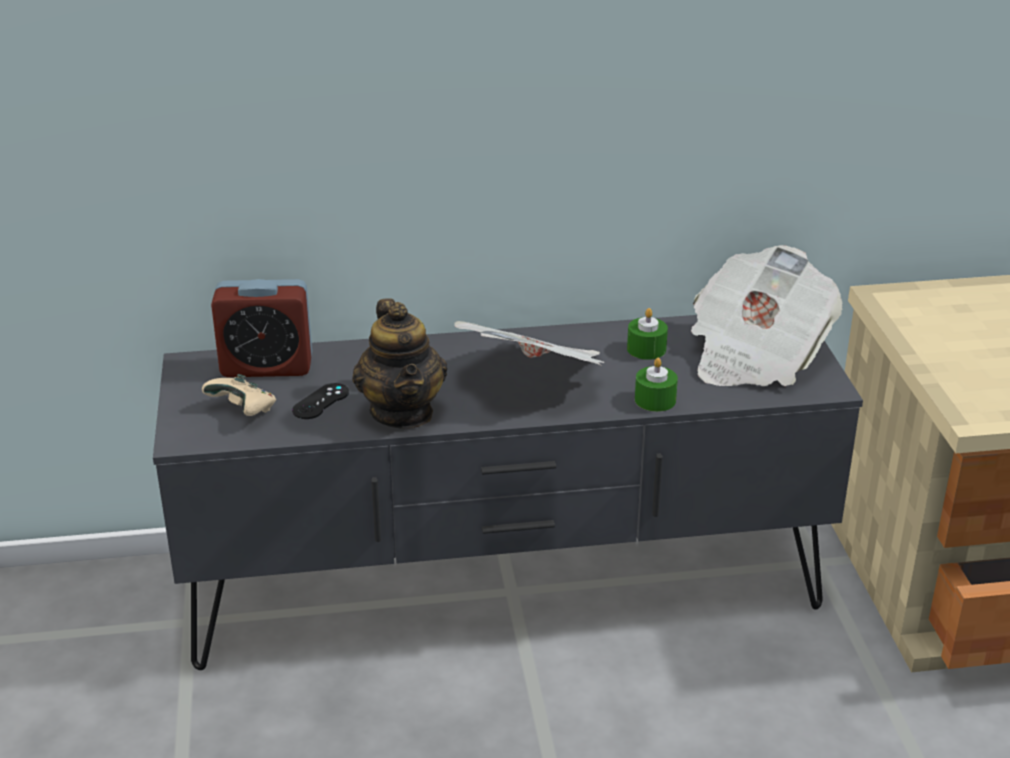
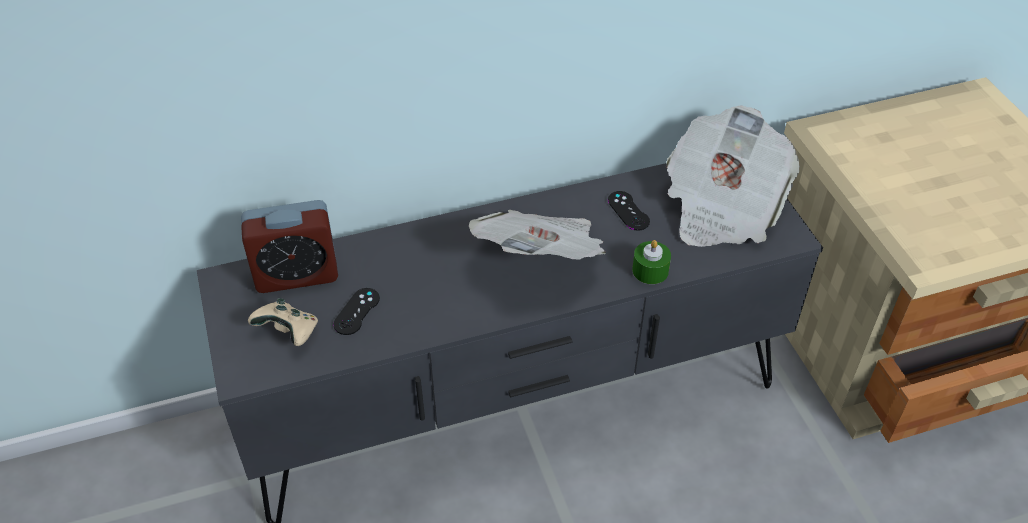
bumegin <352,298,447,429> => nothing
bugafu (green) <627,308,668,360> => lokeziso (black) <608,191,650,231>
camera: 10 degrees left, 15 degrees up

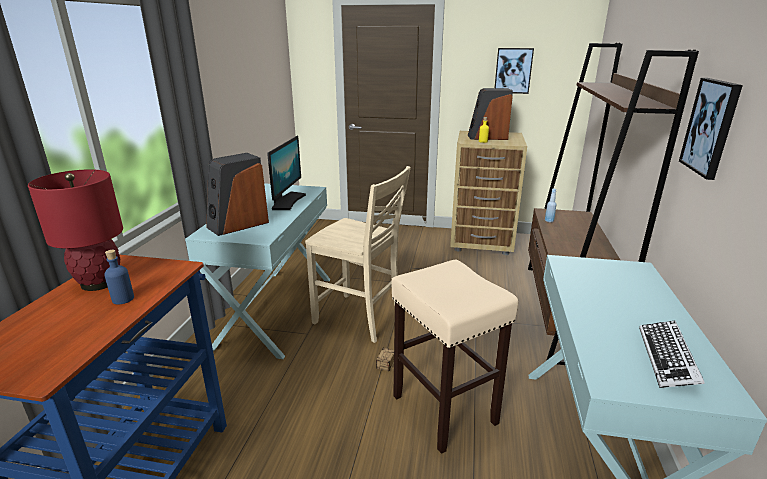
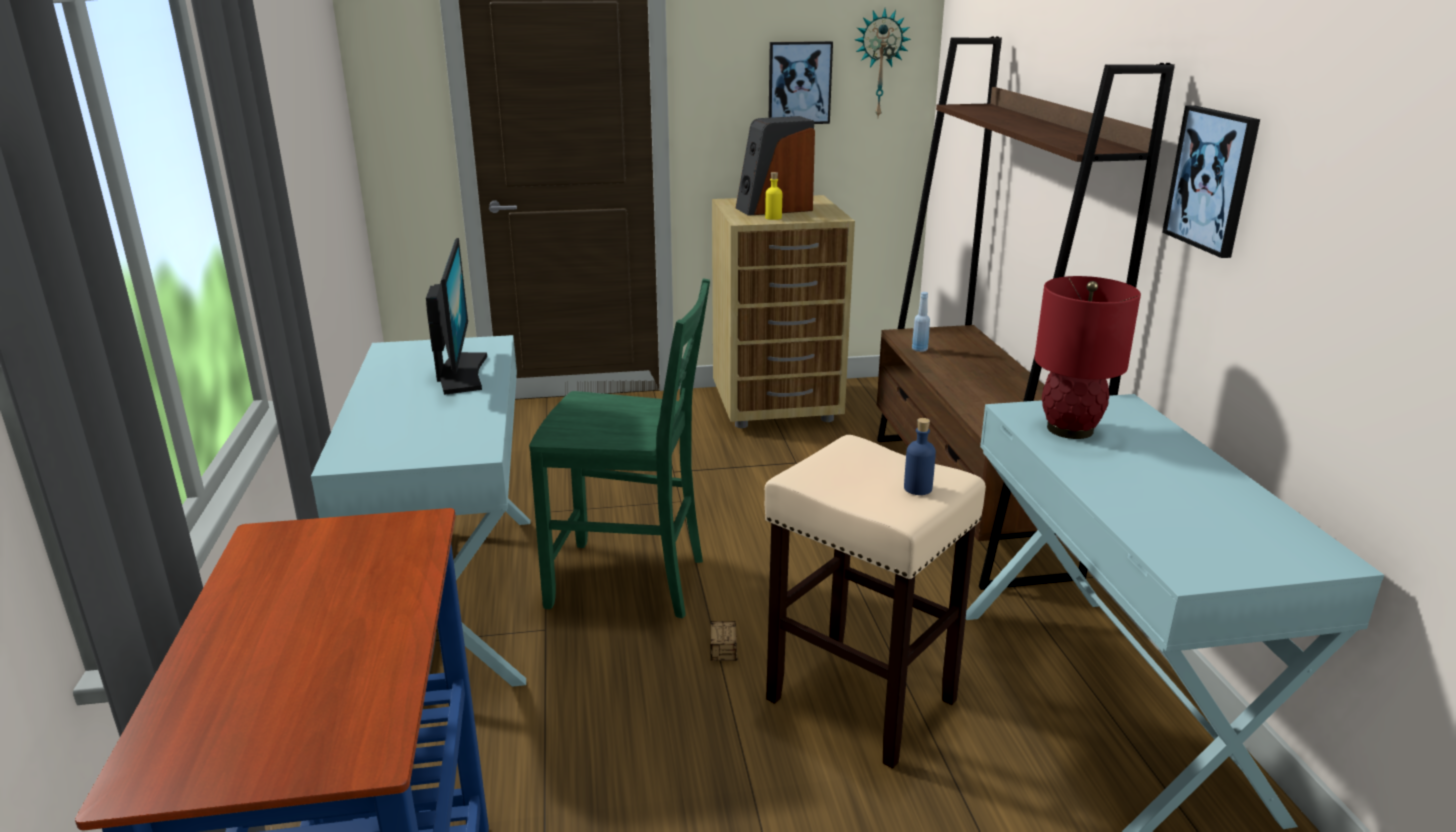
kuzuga <206,153,269,236> => nothing
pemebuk <639,321,705,388> => nothing
nothing => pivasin <855,8,911,117>
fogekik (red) <28,169,123,291> => fogekik (red) <1034,276,1141,439>, shifted
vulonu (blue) <104,250,134,304> => vulonu (blue) <904,418,936,495>, shifted
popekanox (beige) <305,166,411,343> => popekanox (green) <529,279,710,618>
camera: 20 degrees left, 0 degrees up

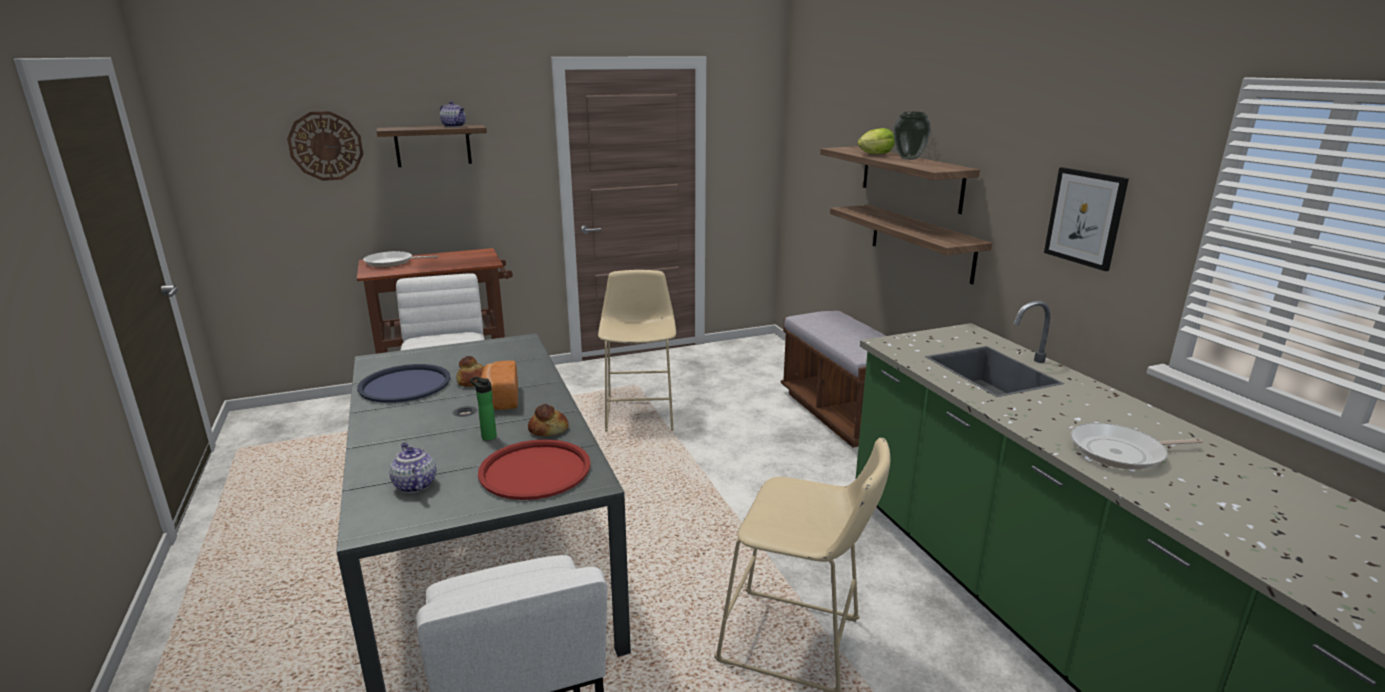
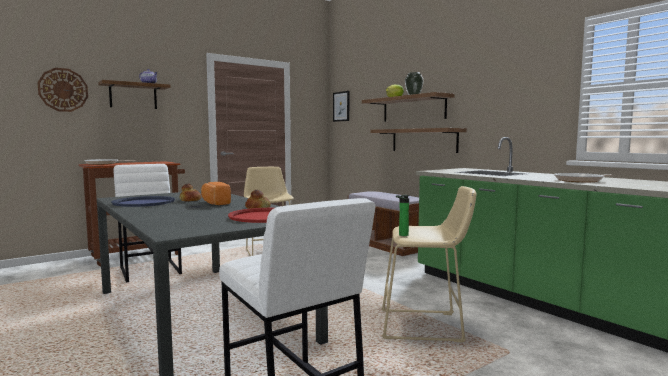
bumegin <389,443,436,493> => nothing
vulonu <470,377,497,441> => vulonu <396,195,410,236>, shifted
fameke <1044,167,1129,271> => fameke <333,91,349,122>, shifted
camera: 15 degrees left, 15 degrees down

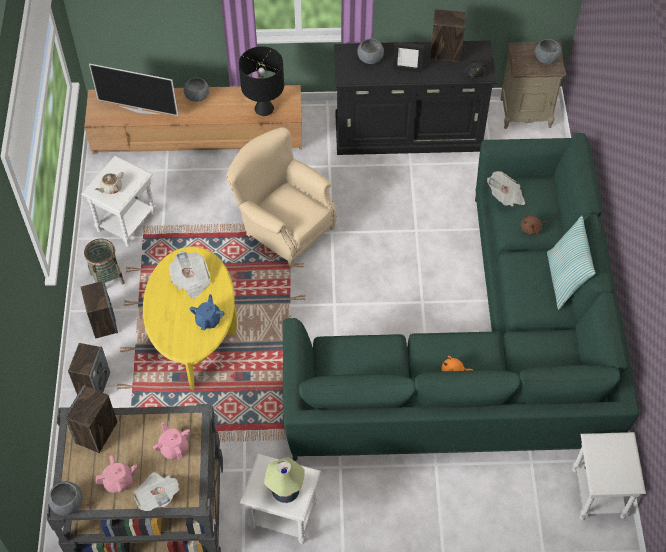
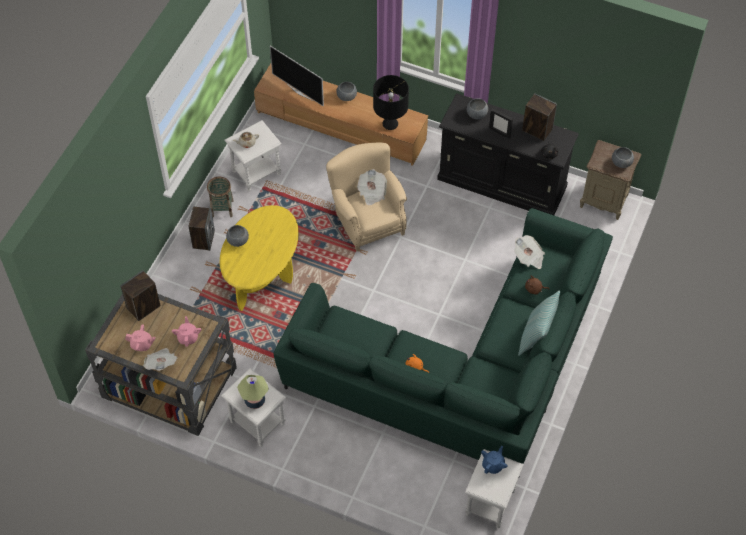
kuzuga <68,343,110,395> => nothing
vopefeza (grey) <48,481,83,516> => vopefeza (grey) <226,225,249,247>, shifted
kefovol <169,251,211,299> => kefovol <357,169,387,205>, shifted
bumegin (blue) <190,294,225,330> => bumegin (blue) <481,446,508,474>, shifted
camera: 25 degrees right, 0 degrees up

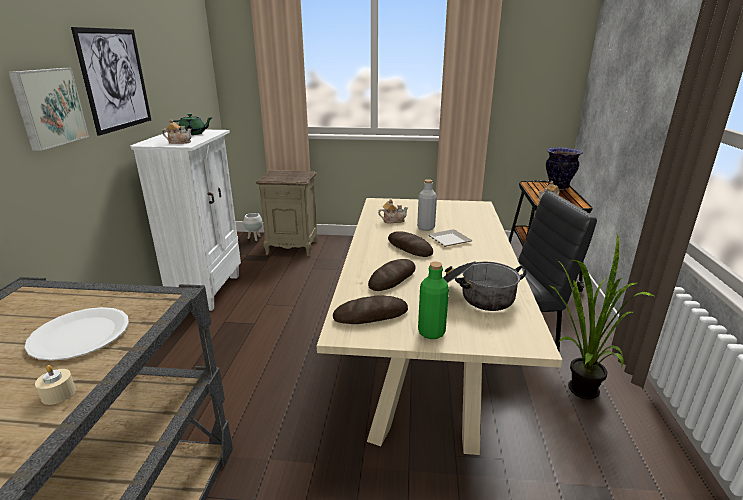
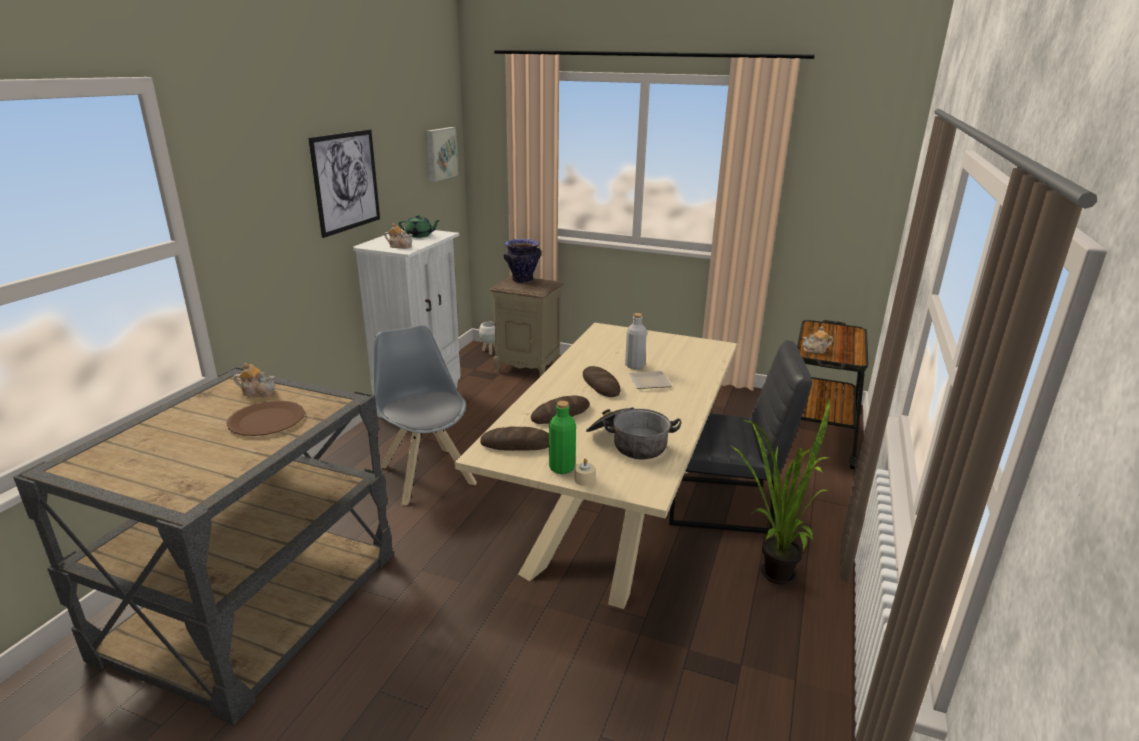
nothing => popekanox (grey) <374,325,477,506>
fameke <8,68,89,151> => fameke <426,127,458,182>, shifted
bugafu (beige) <35,365,76,405> => bugafu (beige) <575,458,596,486>, shifted
bumegin <378,199,408,223> => bumegin <234,363,275,397>, shifted
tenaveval <546,147,583,190> => tenaveval <504,239,541,283>, shifted
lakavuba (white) <25,307,129,361> => lakavuba (brown) <226,400,305,436>
camera: 15 degrees right, 0 degrees up

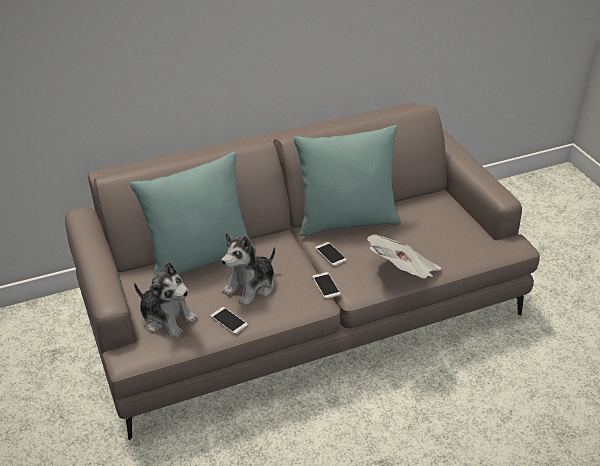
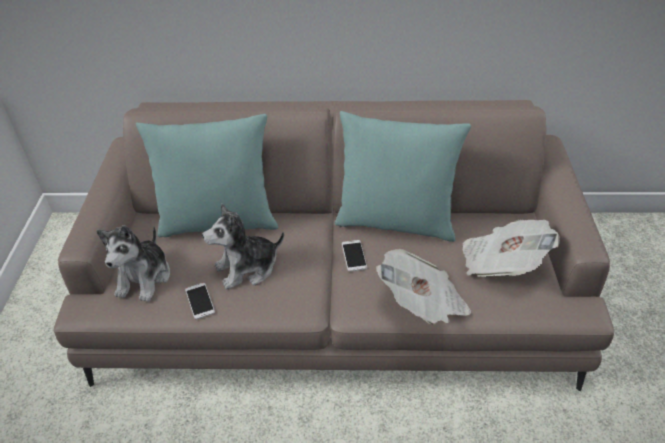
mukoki <312,272,341,299> => nothing
nothing => kefovol <462,220,560,277>
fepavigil <134,262,198,338> => fepavigil <96,225,170,302>, 45 degrees clockwise
camera: 25 degrees right, 5 degrees up

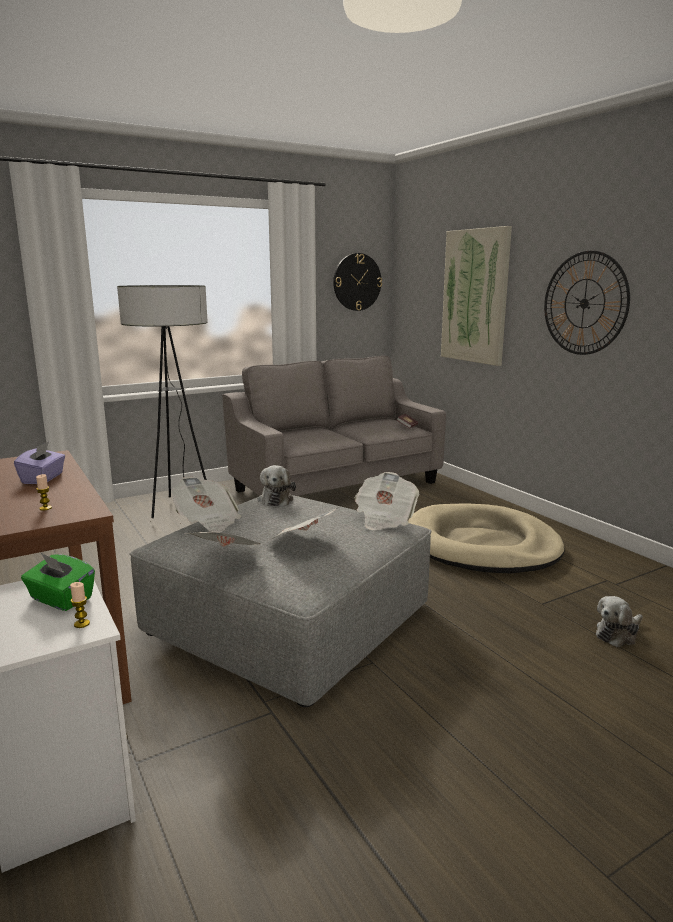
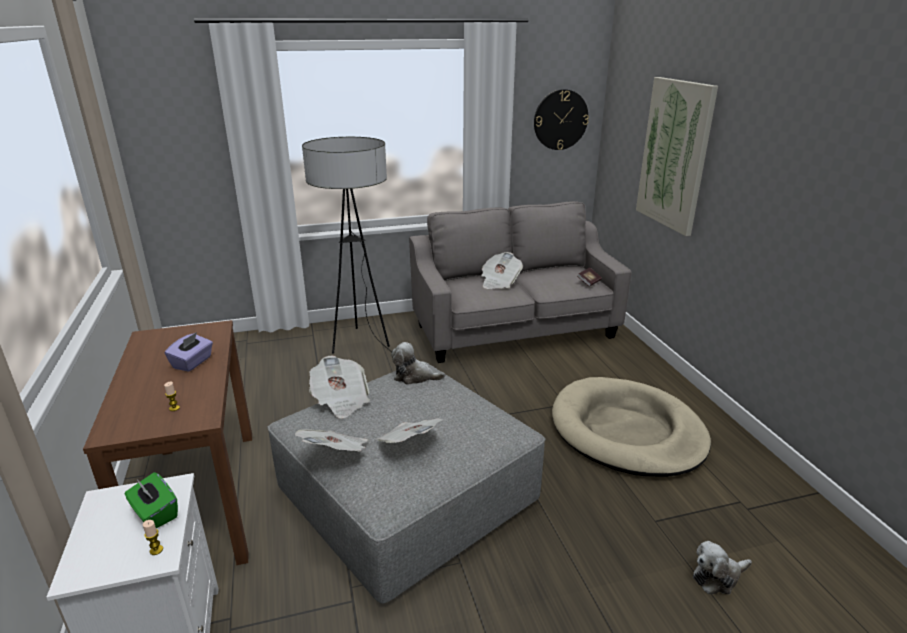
pivasin <544,251,630,355> => nothing
kefovol <355,472,420,530> => kefovol <481,252,523,289>, shifted
fepavigil <258,465,296,506> => fepavigil <391,342,445,385>, 90 degrees clockwise
camera: 15 degrees right, 10 degrees up

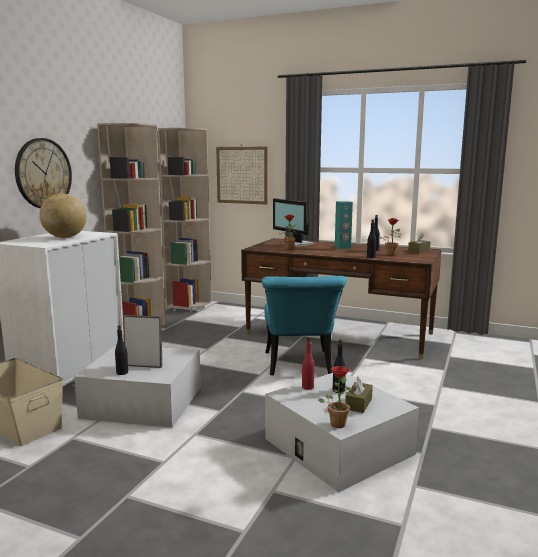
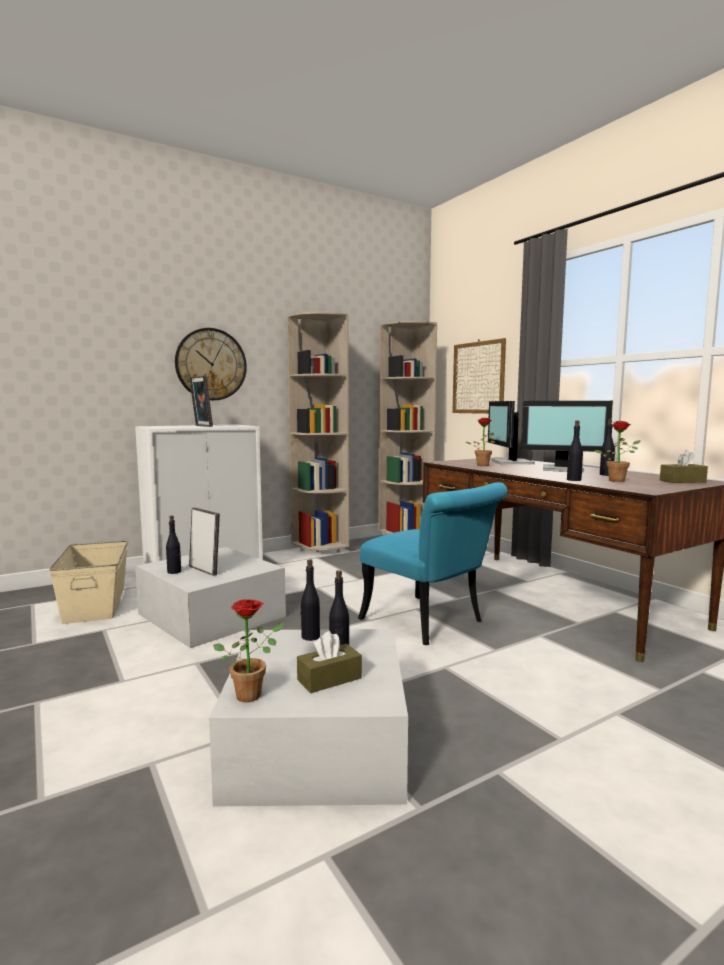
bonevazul <39,194,87,238> => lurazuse <189,376,213,427>
kuzuga (turquoise) <335,201,353,249> => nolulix <521,401,613,472>
vulonu (red) <302,337,314,390> => vulonu (black) <300,559,320,641>
popekanox (turquoise) <262,276,347,376> => popekanox (turquoise) <358,482,507,645>, 75 degrees counterclockwise
camera: 35 degrees right, 5 degrees down

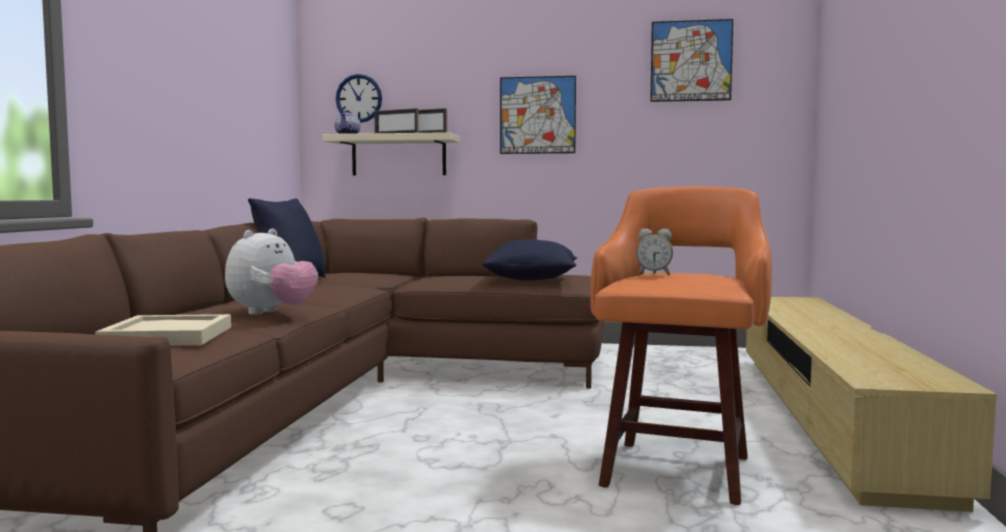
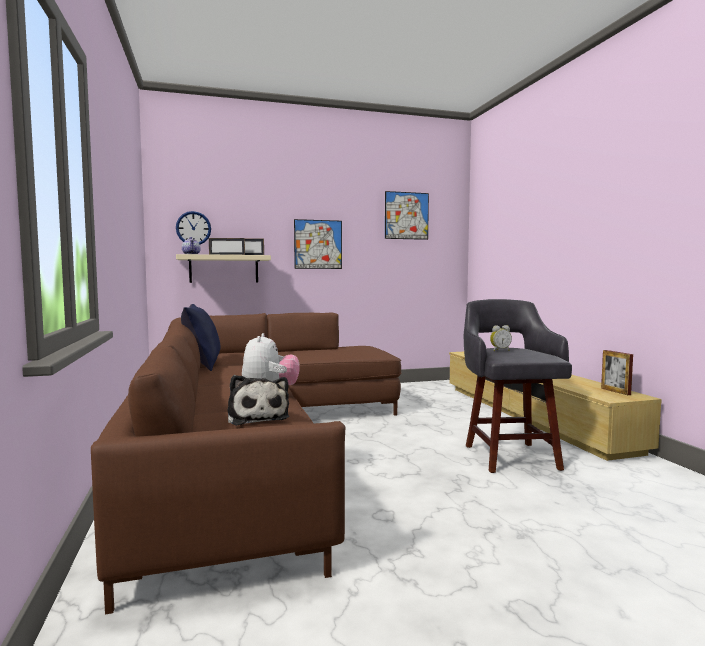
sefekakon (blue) <483,239,577,281> => nothing
nothing => lurazuse <601,350,633,395>
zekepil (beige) <95,314,231,346> => fepavigil <227,375,289,426>
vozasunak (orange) <590,186,772,505> => vozasunak (grey) <464,299,572,473>
camera: 25 degrees left, 0 degrees up

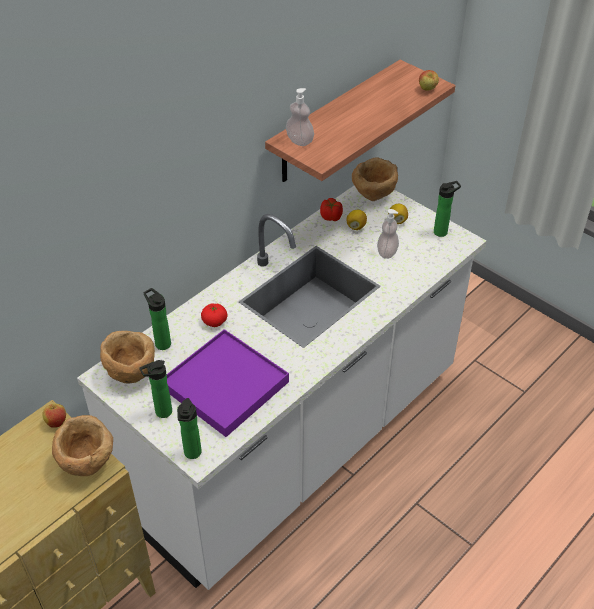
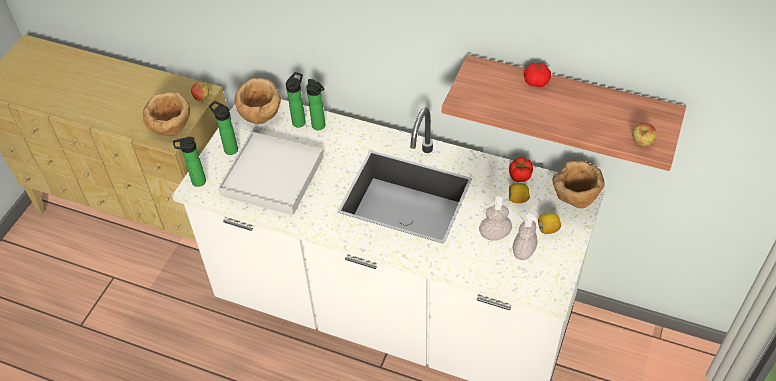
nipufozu <201,303,228,327> => nipufozu <524,63,551,87>, shifted
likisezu <286,88,314,146> => likisezu <513,213,538,260>, shifted
vulonu <434,181,461,237> => vulonu <306,79,325,130>, shifted
zekepil (purple) <167,329,289,437> => zekepil (white) <218,132,323,215>
camera: 70 degrees right, 5 degrees up

